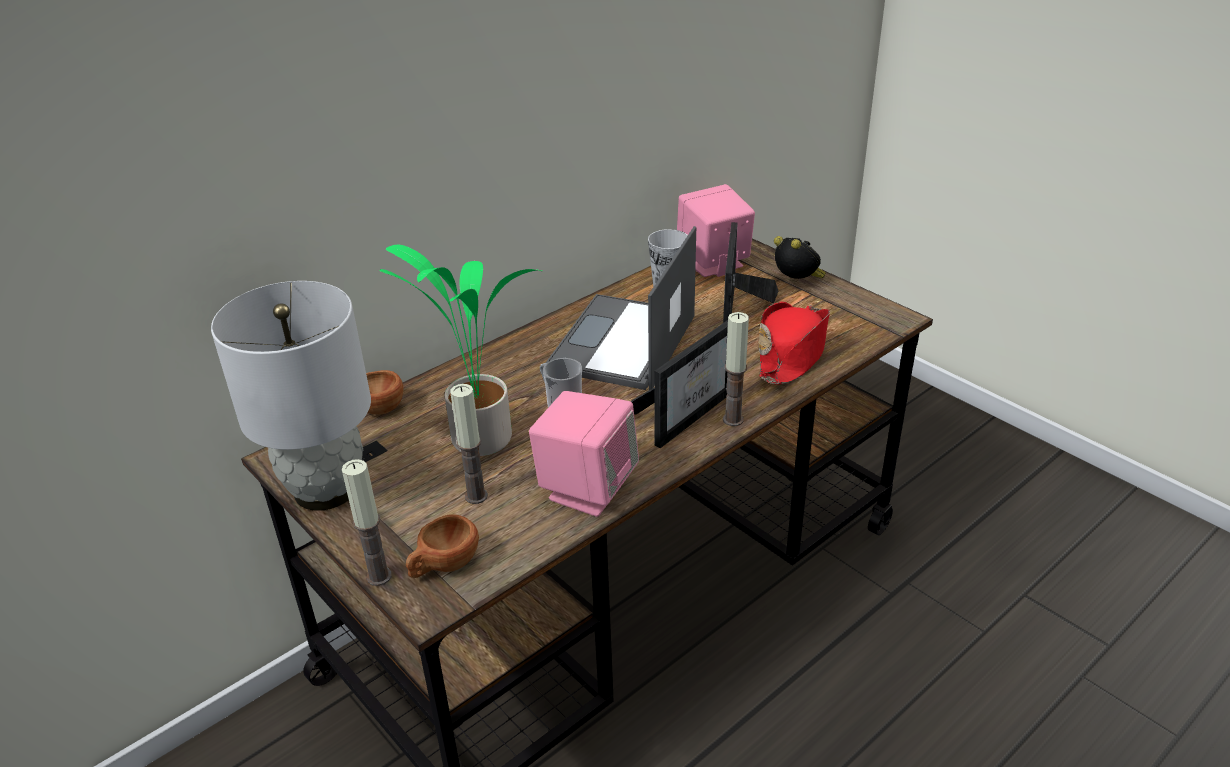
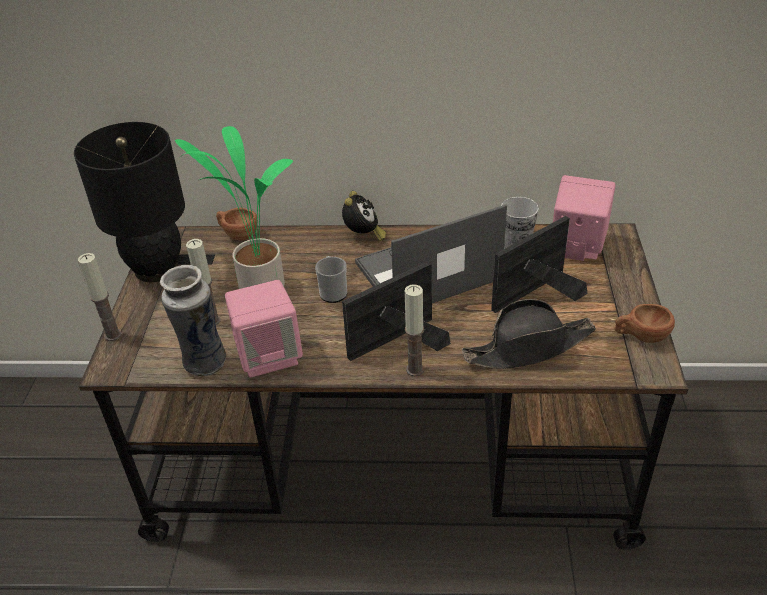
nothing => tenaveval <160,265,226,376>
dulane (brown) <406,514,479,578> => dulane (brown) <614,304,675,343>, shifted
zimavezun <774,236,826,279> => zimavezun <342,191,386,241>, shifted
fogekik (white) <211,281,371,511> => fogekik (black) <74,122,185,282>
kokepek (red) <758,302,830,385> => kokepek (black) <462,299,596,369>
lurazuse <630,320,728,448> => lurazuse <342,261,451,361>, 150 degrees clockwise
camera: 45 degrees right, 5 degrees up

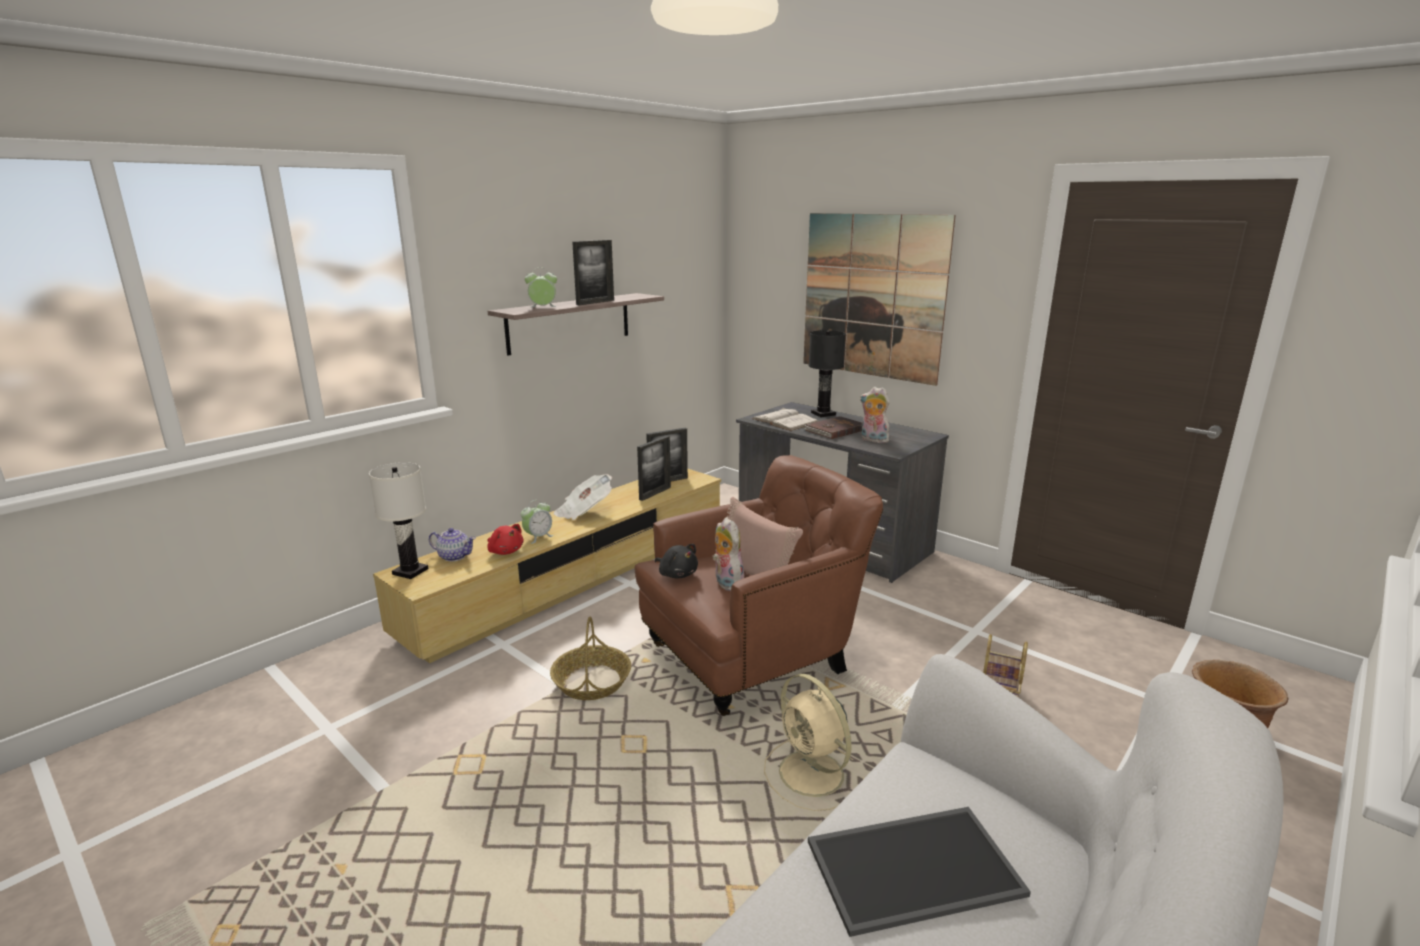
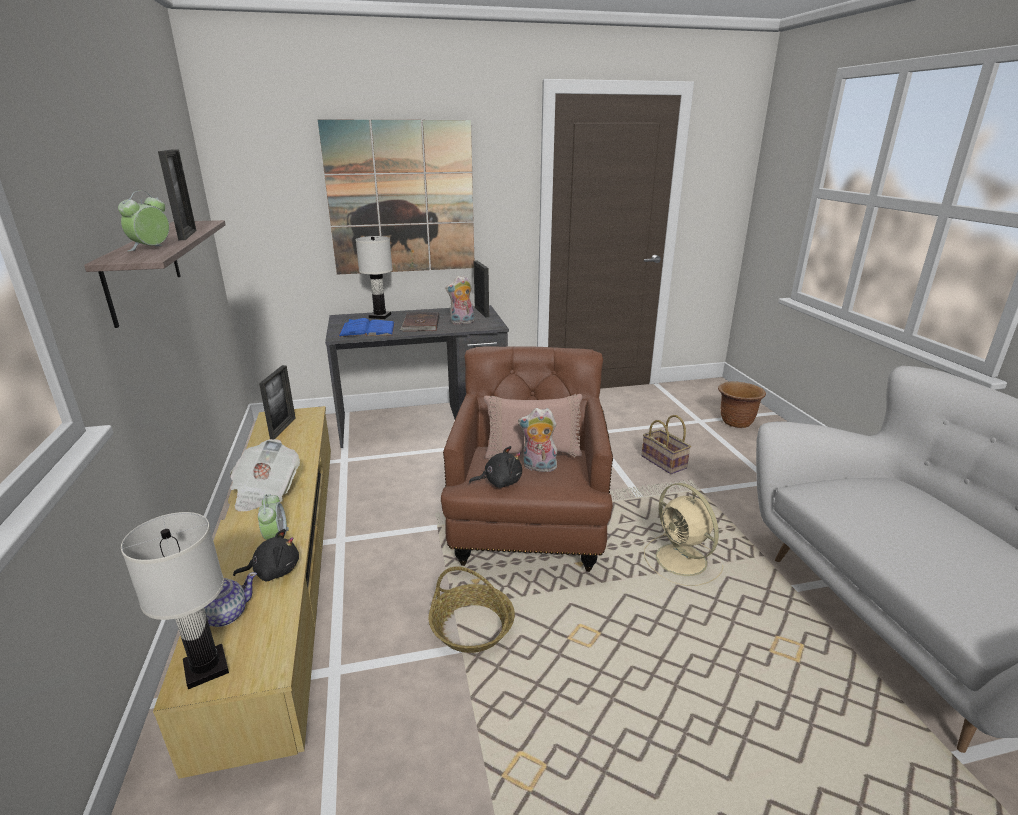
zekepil <808,807,1031,937> => nothing
lurazuse <637,436,671,501> => lurazuse <474,260,489,318>, shifted
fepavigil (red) <487,524,524,555> => fepavigil (black) <233,529,299,581>
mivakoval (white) <751,407,818,431> => mivakoval (blue) <338,318,395,337>
fogekik (black) <809,330,846,417> => fogekik (white) <356,236,393,319>
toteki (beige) <764,674,864,811> => toteki (beige) <644,483,723,586>, 60 degrees clockwise
camera: 55 degrees left, 5 degrees up

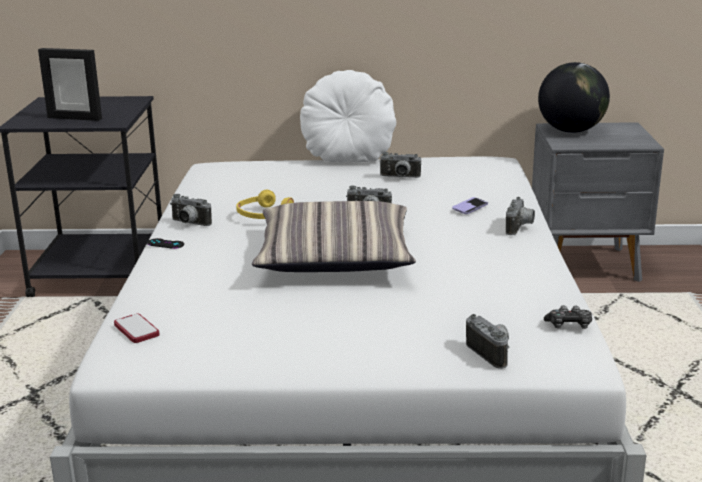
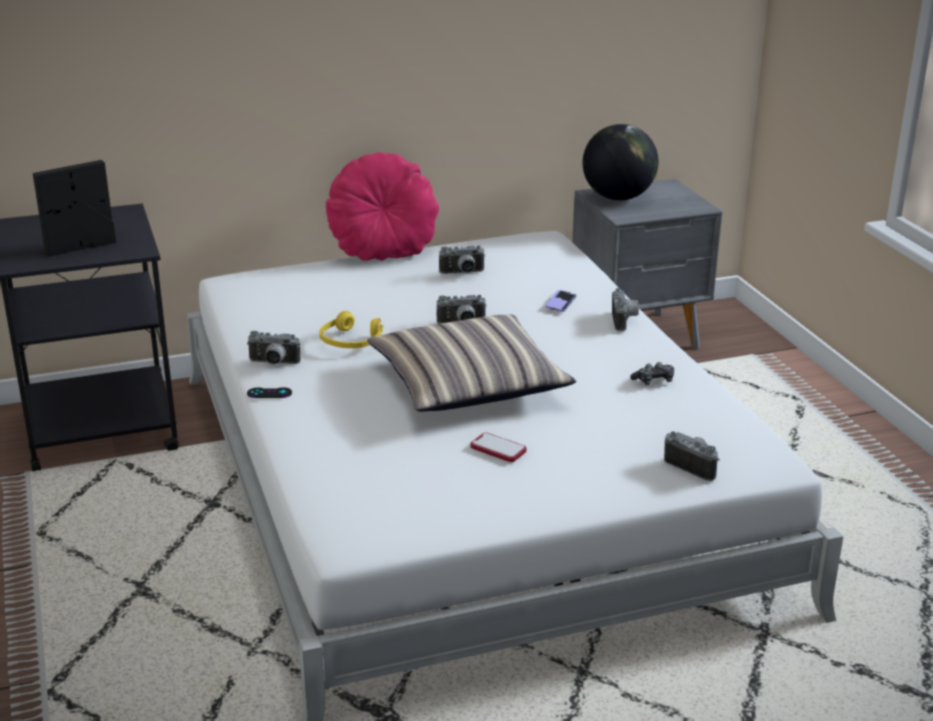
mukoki <114,313,160,343> => mukoki <471,433,526,462>, shifted
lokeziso <544,305,592,329> => lokeziso <630,362,674,385>, shifted
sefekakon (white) <300,70,396,163> => sefekakon (pink) <326,152,439,261>
lurazuse <38,48,102,121> => lurazuse <33,160,116,257>, 150 degrees clockwise
camera: 20 degrees left, 5 degrees up

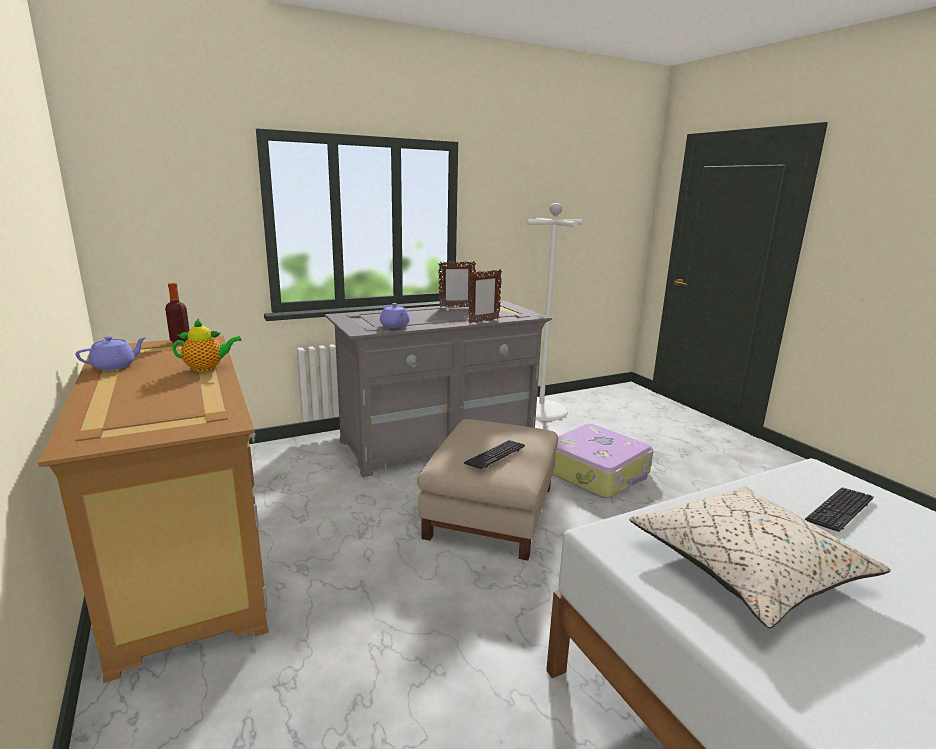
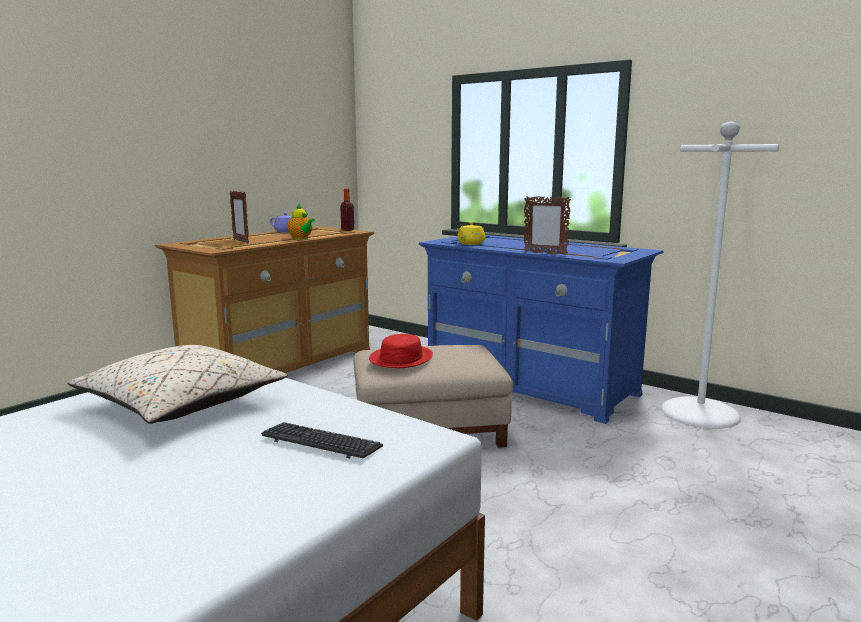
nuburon <553,424,653,498> => nothing
lurazuse <438,261,476,307> => lurazuse <230,191,249,244>, shifted
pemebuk <464,440,525,469> => kokepek (red) <369,334,433,368>
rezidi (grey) <325,301,552,477> => rezidi (blue) <419,235,664,424>
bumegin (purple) <380,303,409,328> => bumegin (yellow) <457,222,485,245>
camera: 65 degrees right, 5 degrees down

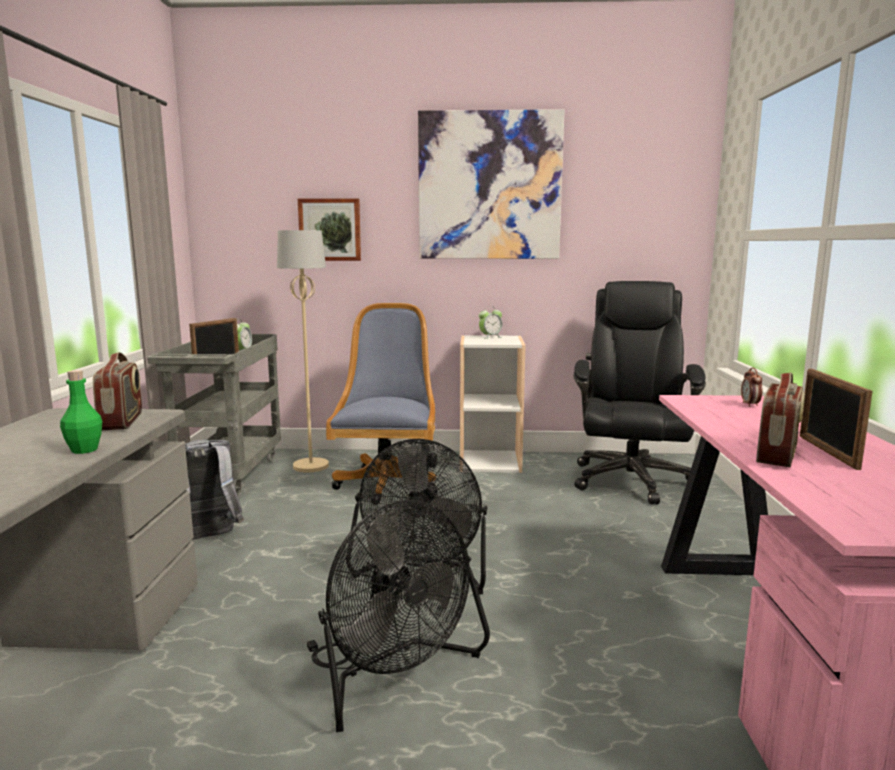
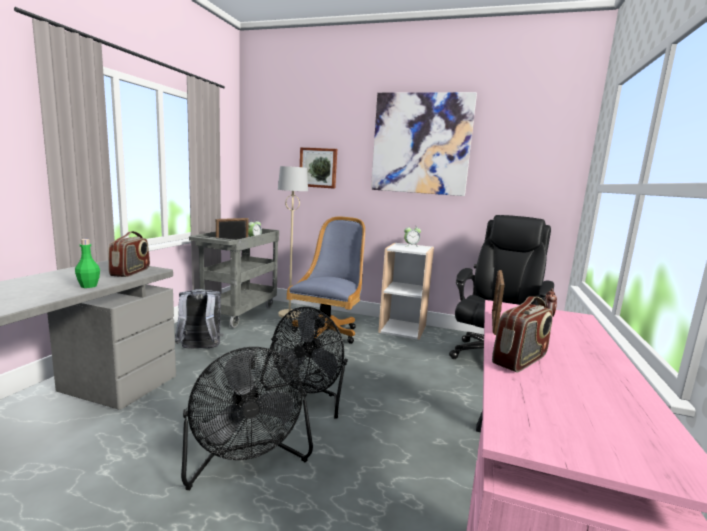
lurazuse <800,369,872,470> => lurazuse <492,270,505,335>, shifted
camera: 15 degrees right, 0 degrees up

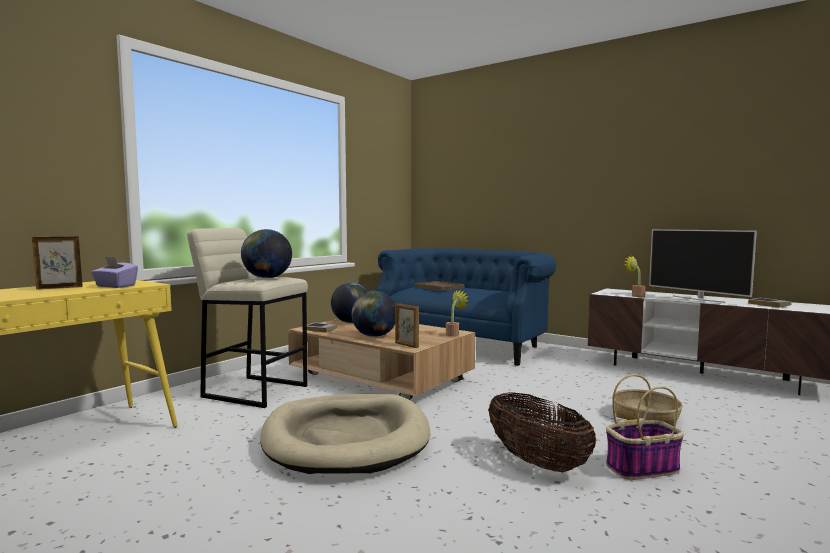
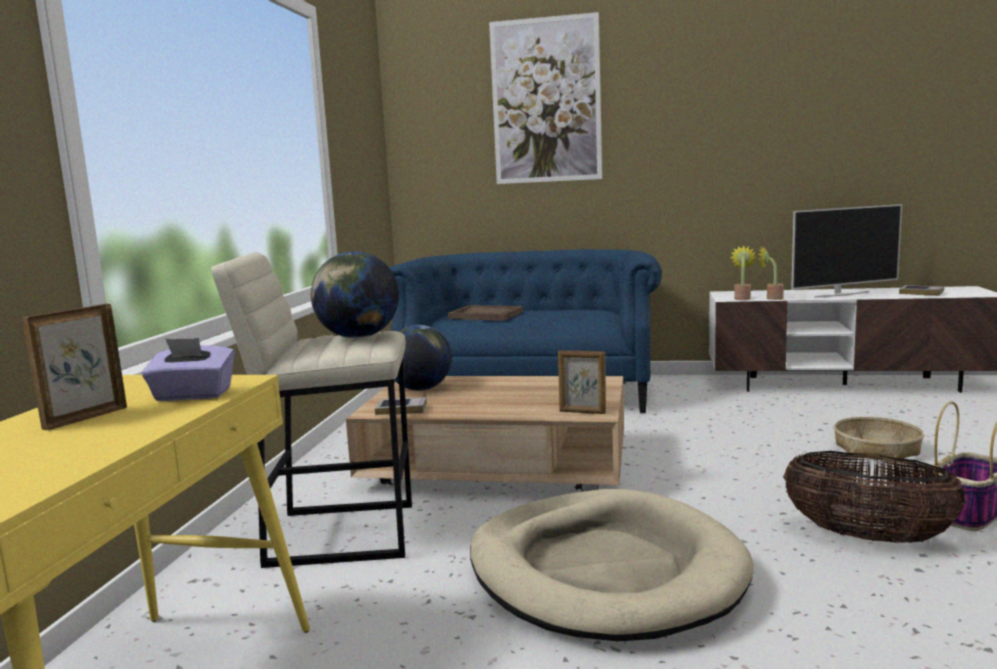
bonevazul <351,291,395,337> => nothing
nothing => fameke <489,12,602,184>
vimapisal <446,290,469,337> => vimapisal <730,246,756,300>, shifted
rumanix <649,229,757,303> => rumanix <791,204,902,297>, 45 degrees counterclockwise
camera: 25 degrees left, 5 degrees up

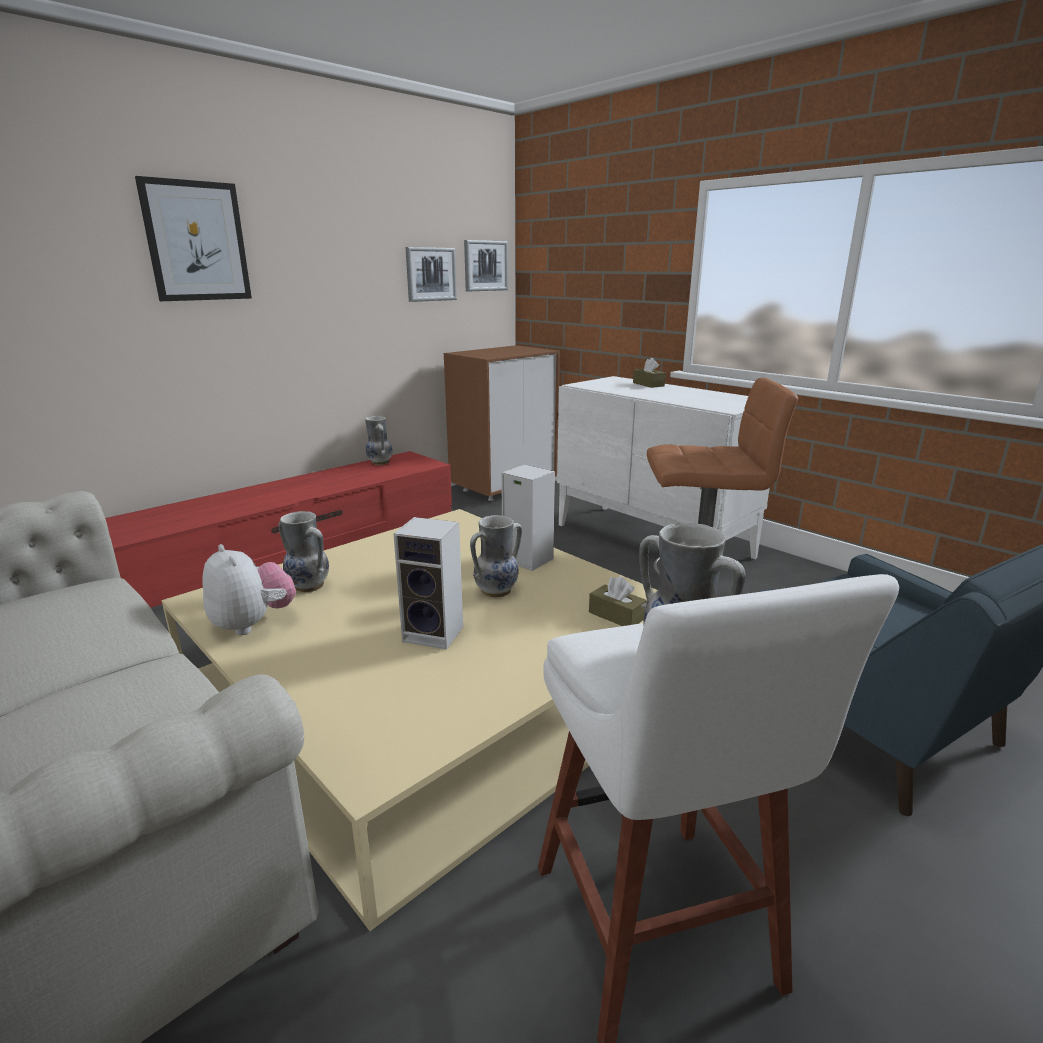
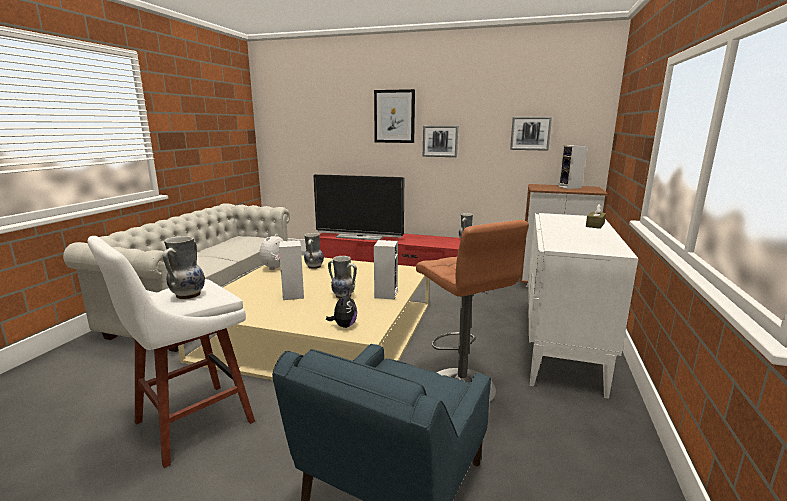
nothing => rumanix <313,174,404,240>
nothing => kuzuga <558,145,587,189>
fameke <464,240,508,291> => fameke <423,126,458,157>, shifted
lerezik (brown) <589,576,647,626> => fepavigil <326,291,357,328>
camera: 60 degrees right, 5 degrees down

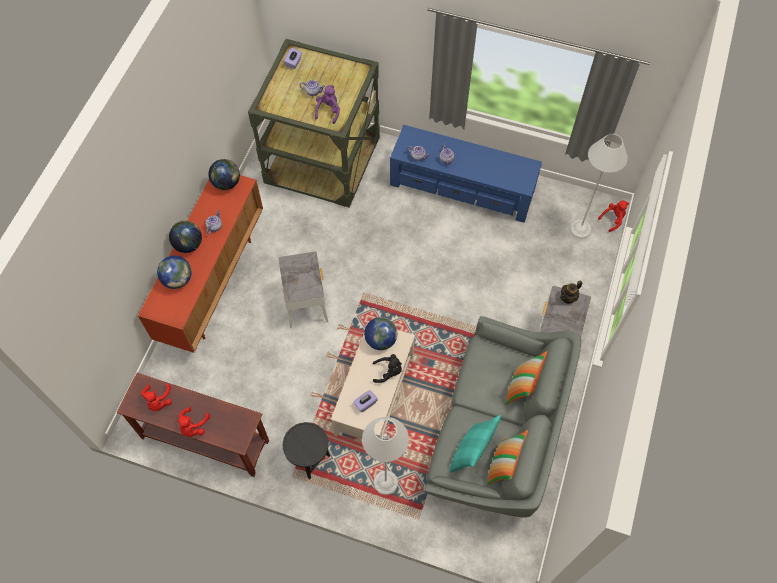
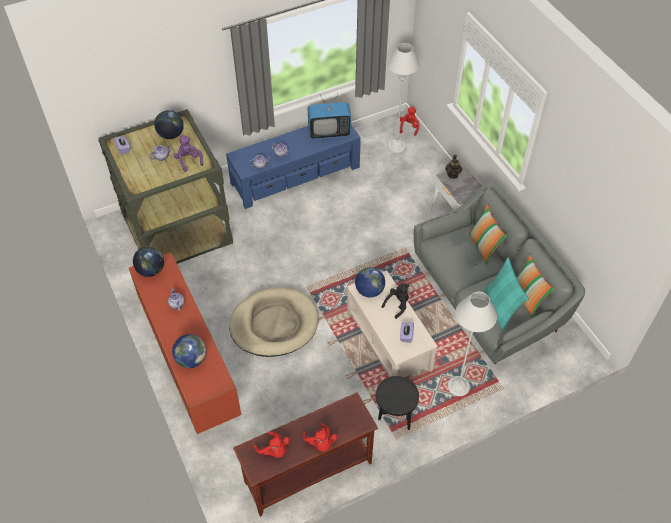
nothing => rumanix <308,93,351,139>
bonevazul <169,221,202,253> => bonevazul <154,110,184,139>, shifted
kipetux <278,251,328,329> => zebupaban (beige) <229,288,318,357>
camera: 45 degrees left, 10 degrees down

